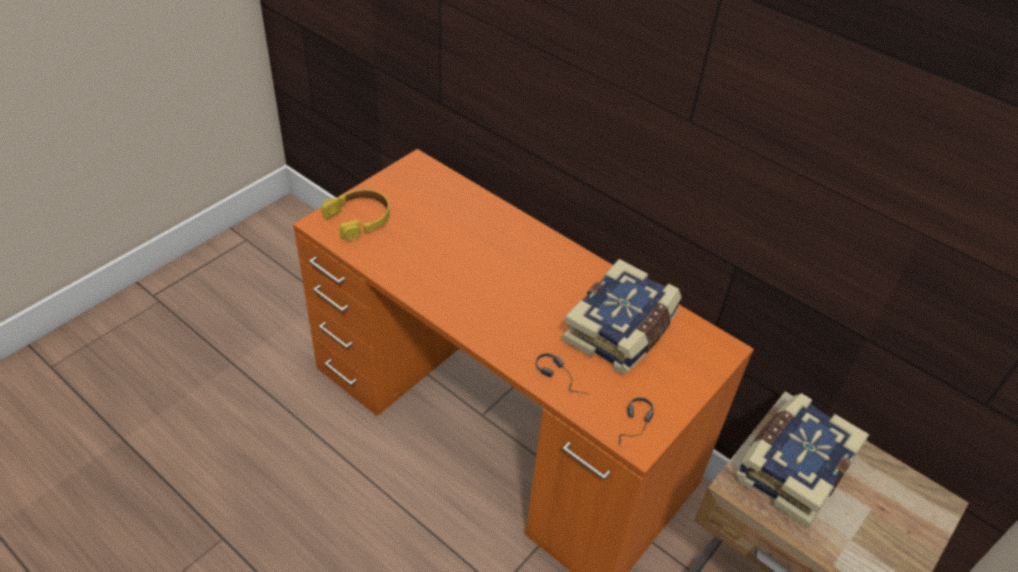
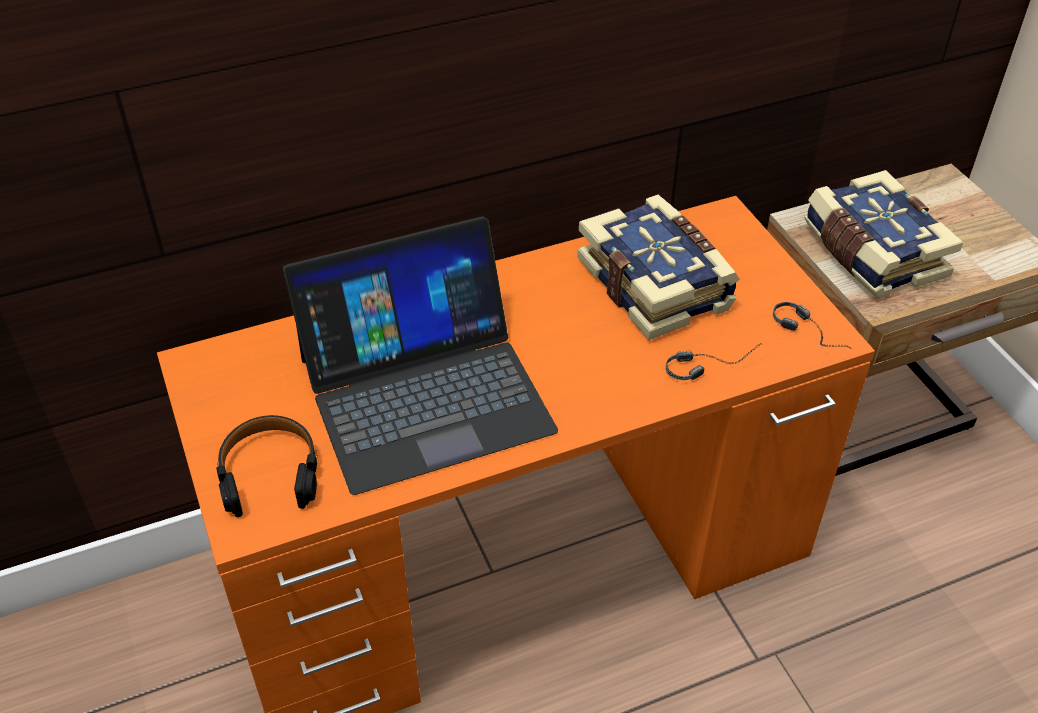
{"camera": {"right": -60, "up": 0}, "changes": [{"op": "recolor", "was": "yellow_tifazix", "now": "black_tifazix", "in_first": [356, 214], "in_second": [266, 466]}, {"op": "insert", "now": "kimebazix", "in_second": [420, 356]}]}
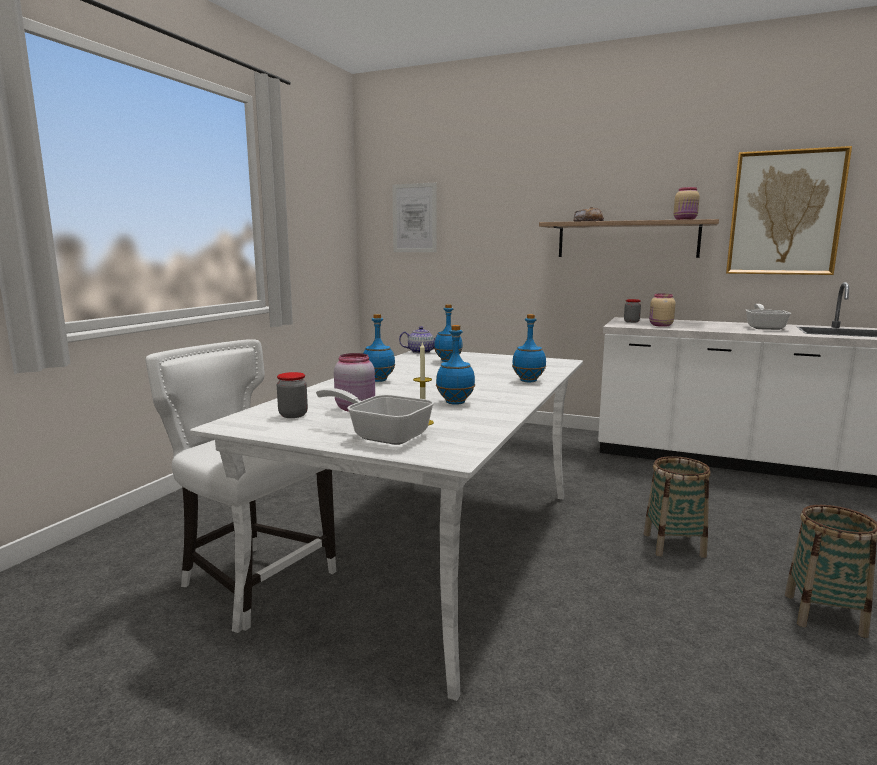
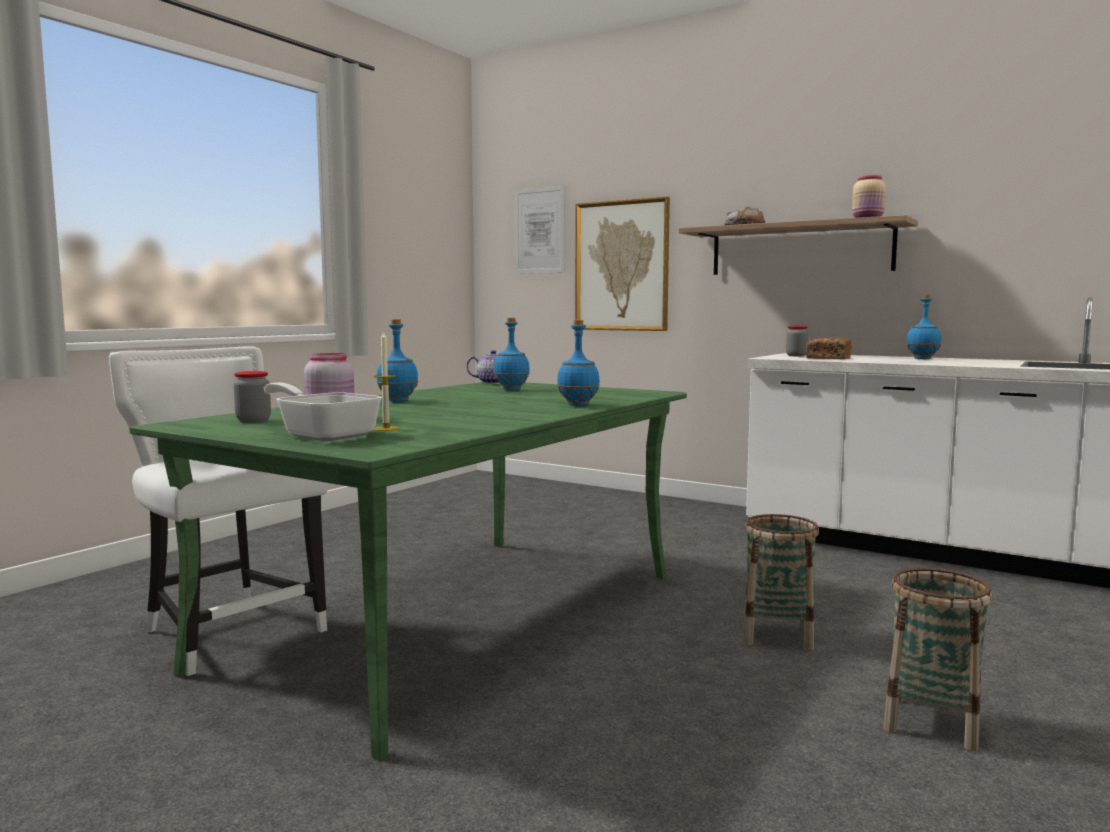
{"camera": {"right": 10, "up": -5}, "changes": [{"op": "recolor", "was": "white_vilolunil", "now": "green_vilolunil", "in_first": [386, 525], "in_second": [408, 571]}, {"op": "move", "was": "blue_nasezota", "in_first": [455, 365], "in_second": [923, 326]}, {"op": "replace", "was": "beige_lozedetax", "now": "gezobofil", "in_first": [662, 310], "in_second": [829, 348]}, {"op": "move", "was": "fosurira", "in_first": [789, 210], "in_second": [622, 263]}, {"op": "delete", "was": "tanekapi", "in_first": [768, 317]}]}
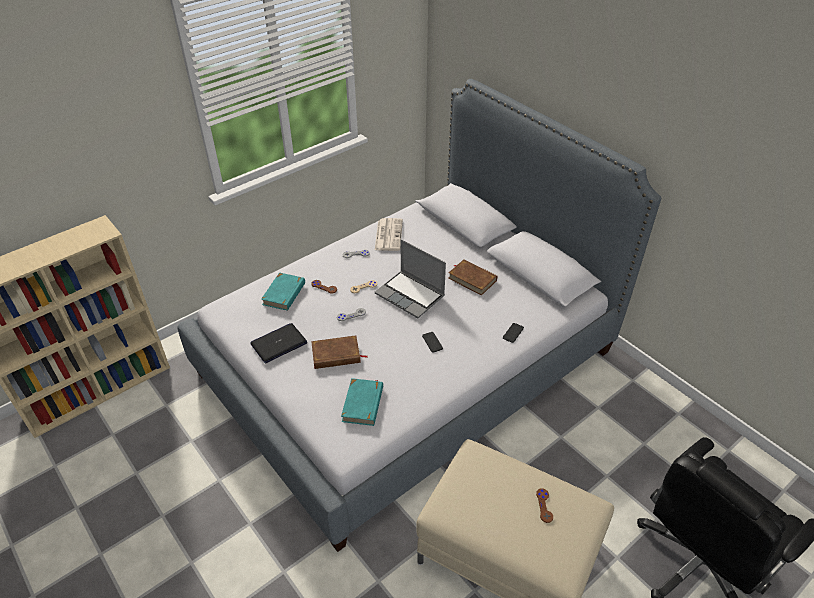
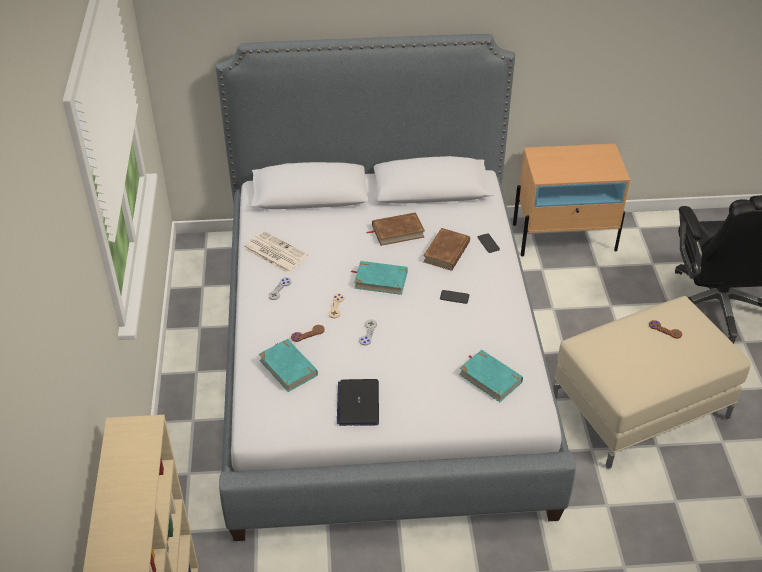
{"camera": {"right": -55, "up": 0}, "changes": [{"op": "move", "was": "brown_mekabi", "in_first": [339, 352], "in_second": [446, 249]}, {"op": "replace", "was": "kimebazix", "now": "turquoise_mekabi", "in_first": [410, 278], "in_second": [379, 278]}, {"op": "insert", "now": "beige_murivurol", "in_second": [571, 200]}]}
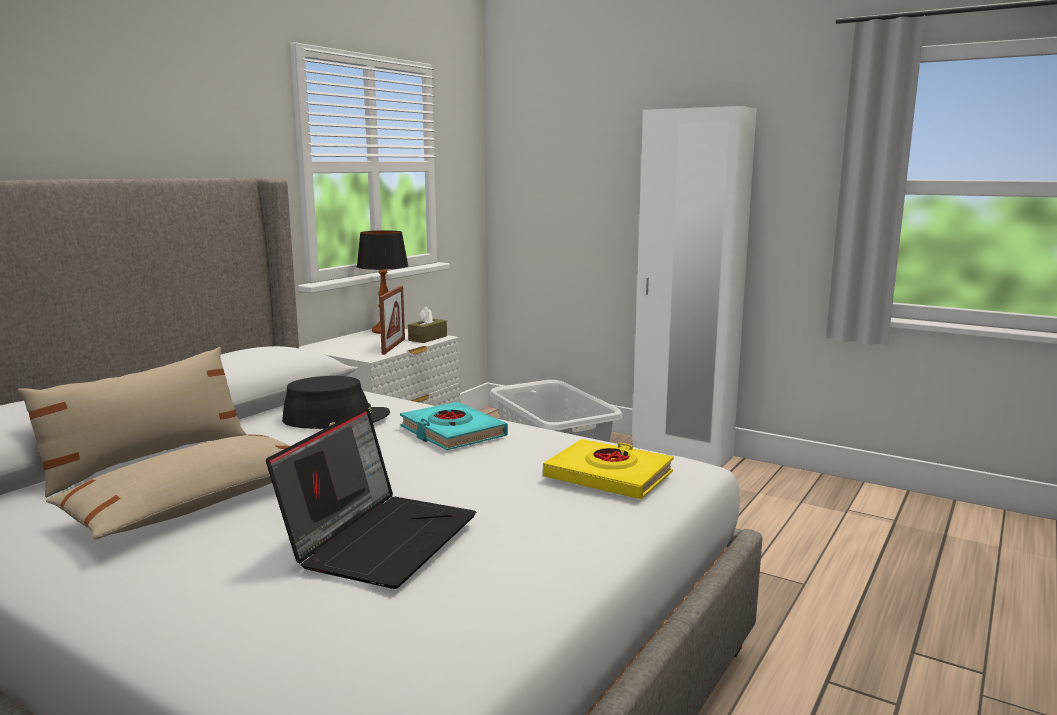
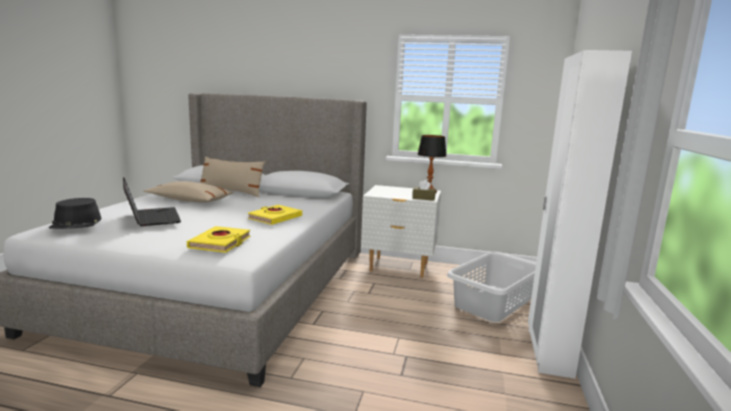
{"camera": {"right": 70, "up": 0}, "changes": [{"op": "rotate", "was": "kimebazix", "in_first": [371, 498], "in_second": [152, 201], "clockwise": -120}, {"op": "move", "was": "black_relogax", "in_first": [336, 402], "in_second": [75, 213]}, {"op": "delete", "was": "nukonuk", "in_first": [392, 320]}, {"op": "recolor", "was": "turquoise_mekabi", "now": "yellow_mekabi", "in_first": [454, 426], "in_second": [275, 215]}]}
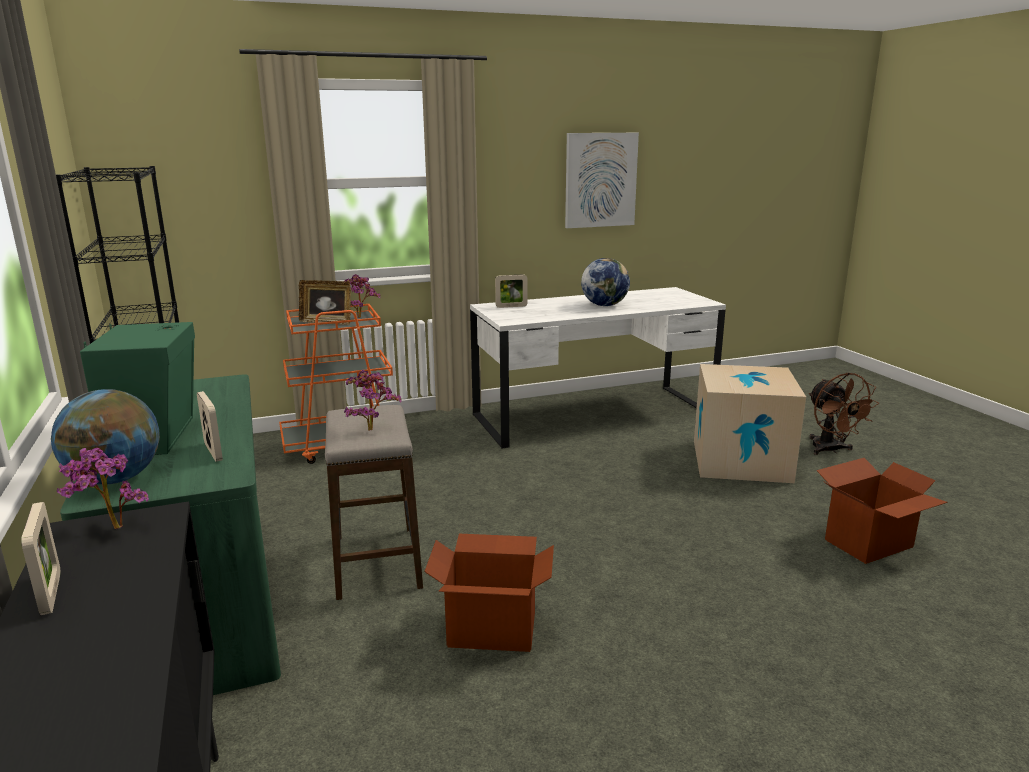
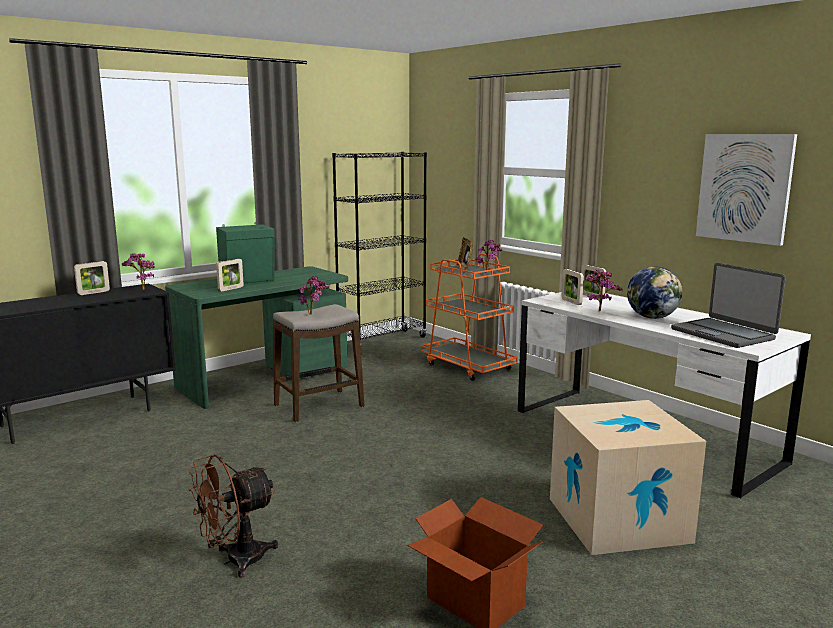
{"camera": {"right": 70, "up": -5}, "changes": [{"op": "delete", "was": "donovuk", "in_first": [105, 436]}, {"op": "delete", "was": "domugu", "in_first": [489, 593]}, {"op": "move", "was": "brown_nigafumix", "in_first": [844, 413], "in_second": [233, 516]}, {"op": "insert", "now": "nukonuk", "in_second": [572, 287]}, {"op": "insert", "now": "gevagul", "in_second": [604, 290]}, {"op": "insert", "now": "kimebazix", "in_second": [728, 305]}]}
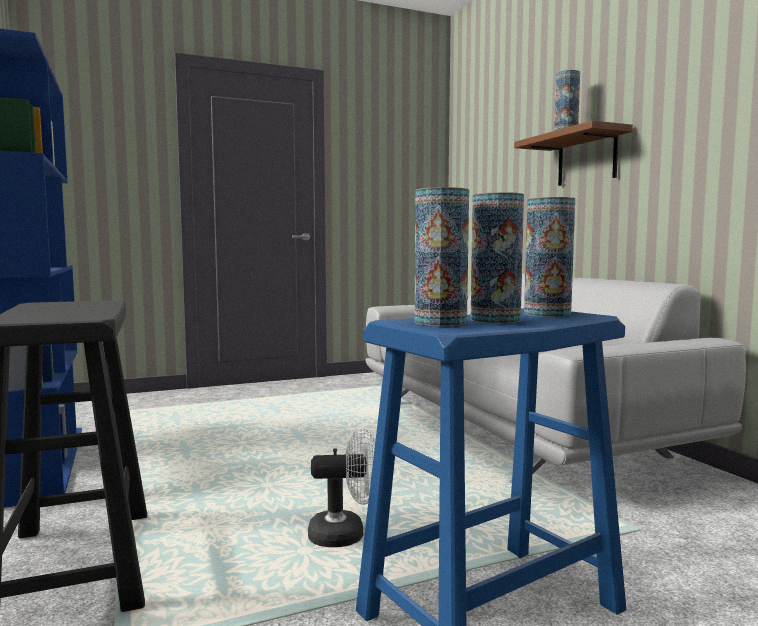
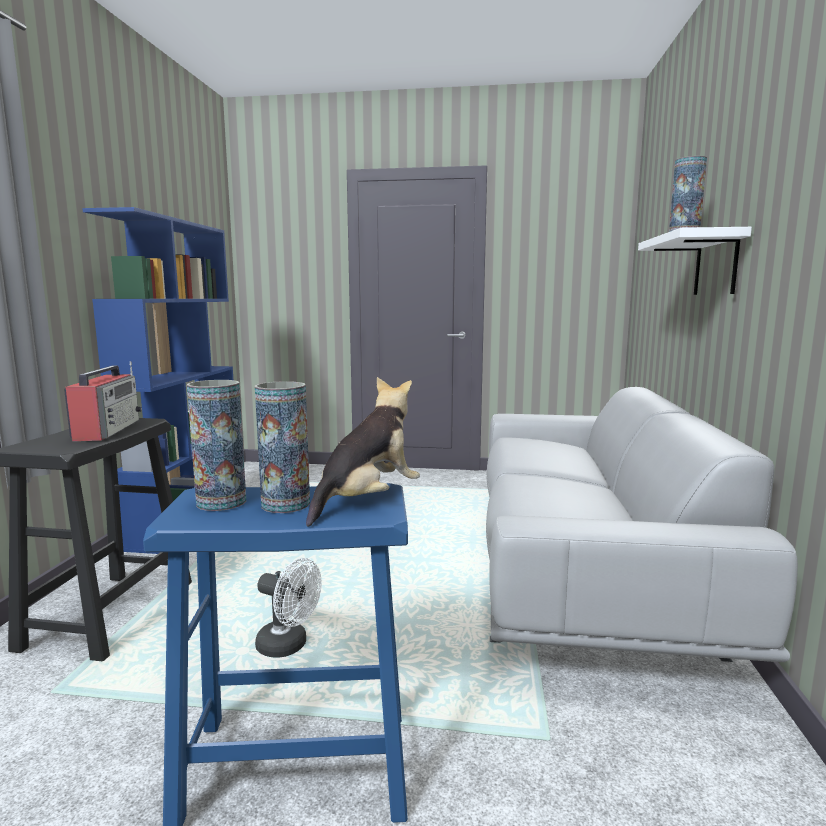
{"camera": {"right": 30, "up": 5}, "changes": [{"op": "recolor", "was": "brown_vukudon", "now": "white_vukudon", "in_first": [573, 153], "in_second": [695, 261]}, {"op": "replace", "was": "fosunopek", "now": "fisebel", "in_first": [549, 257], "in_second": [363, 452]}, {"op": "insert", "now": "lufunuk", "in_second": [103, 401]}]}
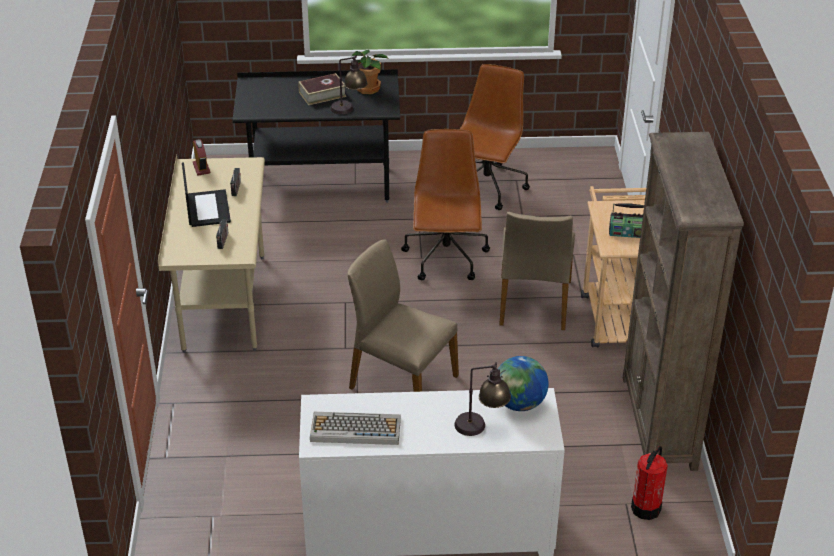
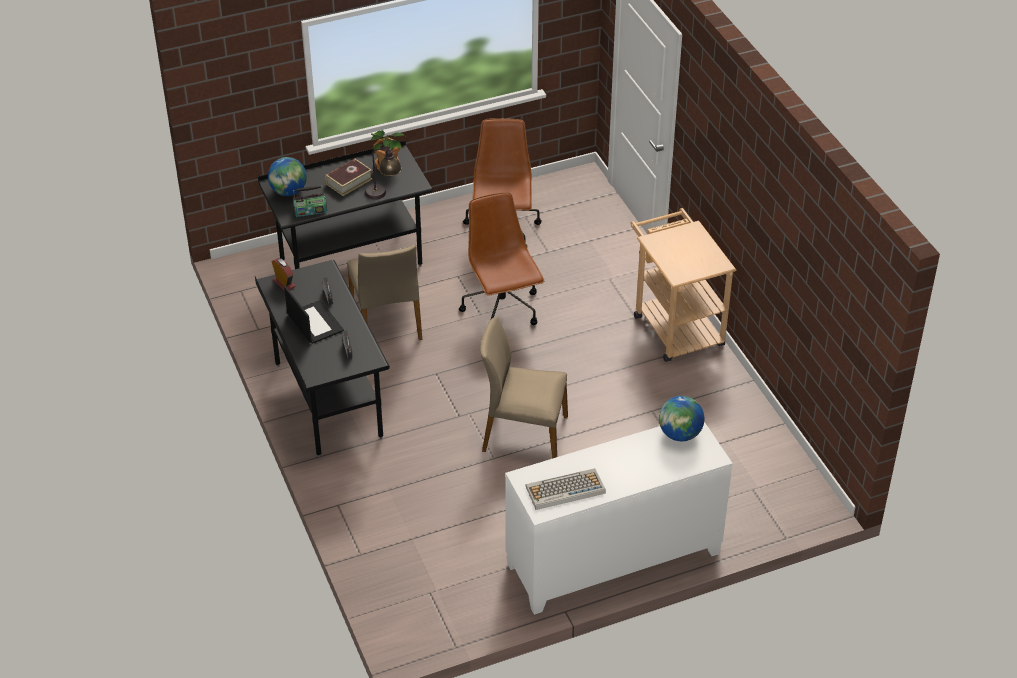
{"camera": {"right": -20, "up": 5}, "changes": [{"op": "recolor", "was": "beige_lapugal", "now": "black_lapugal", "in_first": [211, 253], "in_second": [322, 358]}, {"op": "delete", "was": "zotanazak", "in_first": [482, 399]}, {"op": "move", "was": "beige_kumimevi", "in_first": [537, 271], "in_second": [384, 292]}, {"op": "move", "was": "lufunuk", "in_first": [626, 220], "in_second": [310, 201]}, {"op": "delete", "was": "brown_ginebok", "in_first": [683, 301]}, {"op": "delete", "was": "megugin", "in_first": [649, 483]}, {"op": "insert", "now": "donovuk", "in_second": [287, 176]}]}
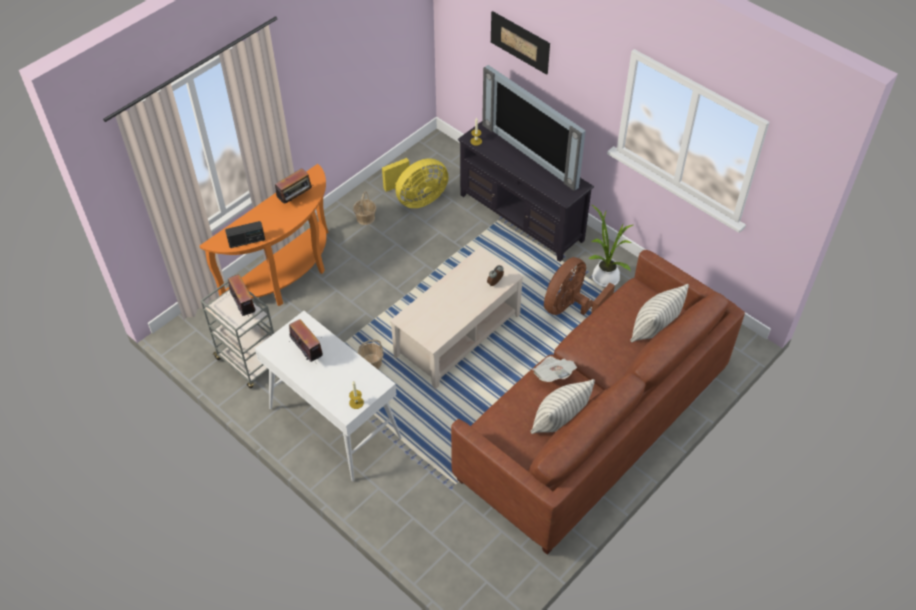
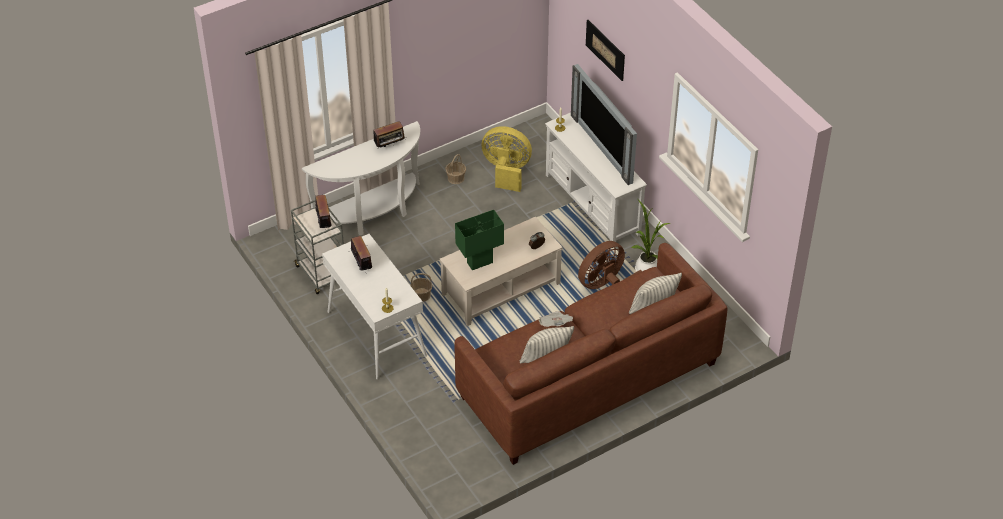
{"camera": {"right": 15, "up": -5}, "changes": [{"op": "recolor", "was": "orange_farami", "now": "white_farami", "in_first": [264, 235], "in_second": [361, 178]}, {"op": "delete", "was": "lufunuk", "in_first": [245, 234]}, {"op": "rotate", "was": "yellow_nigafumix", "in_first": [415, 183], "in_second": [506, 159], "clockwise": -150}, {"op": "recolor", "was": "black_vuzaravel", "now": "white_vuzaravel", "in_first": [526, 191], "in_second": [596, 180]}, {"op": "insert", "now": "green_zotanazak", "in_second": [479, 240]}]}
